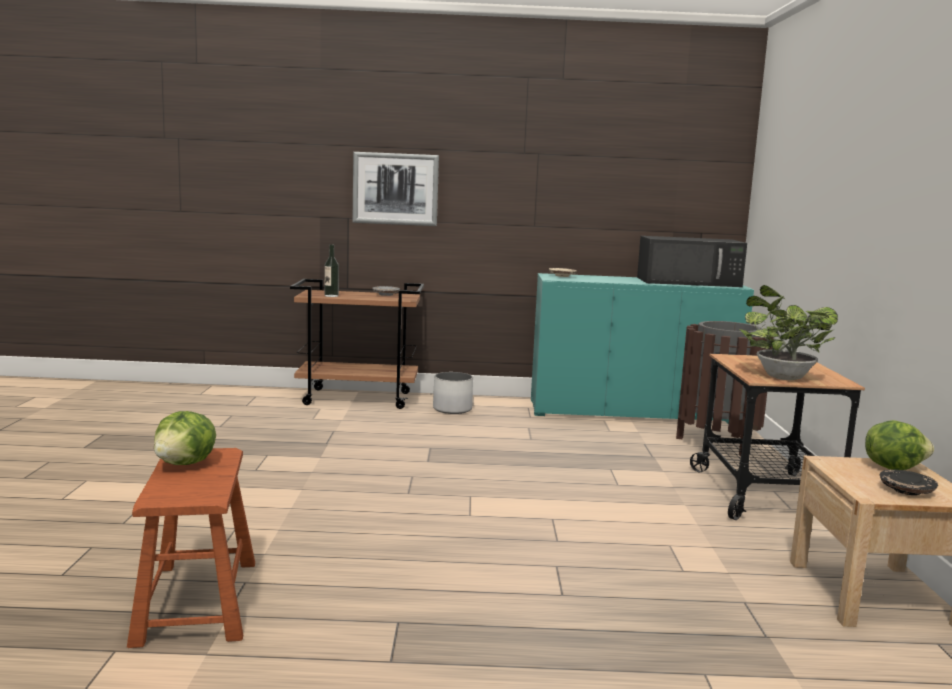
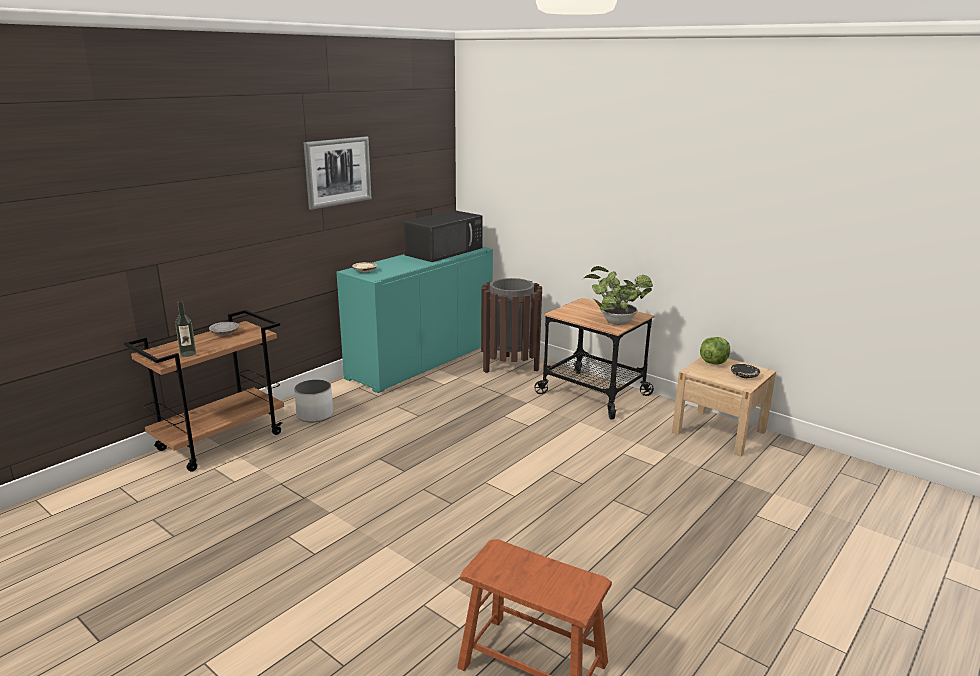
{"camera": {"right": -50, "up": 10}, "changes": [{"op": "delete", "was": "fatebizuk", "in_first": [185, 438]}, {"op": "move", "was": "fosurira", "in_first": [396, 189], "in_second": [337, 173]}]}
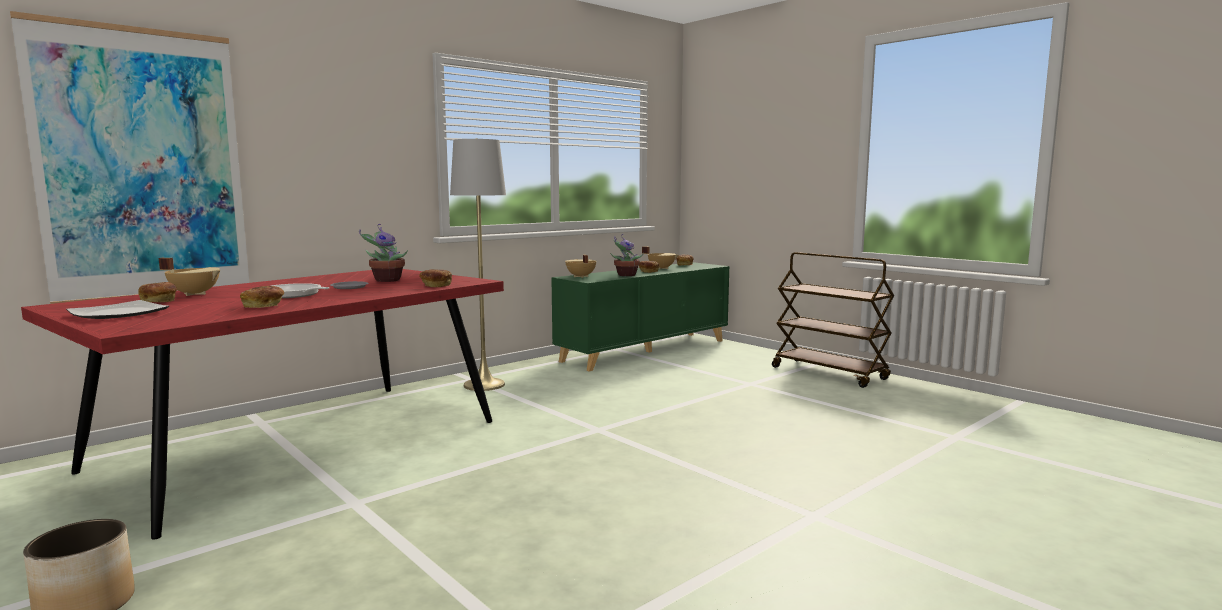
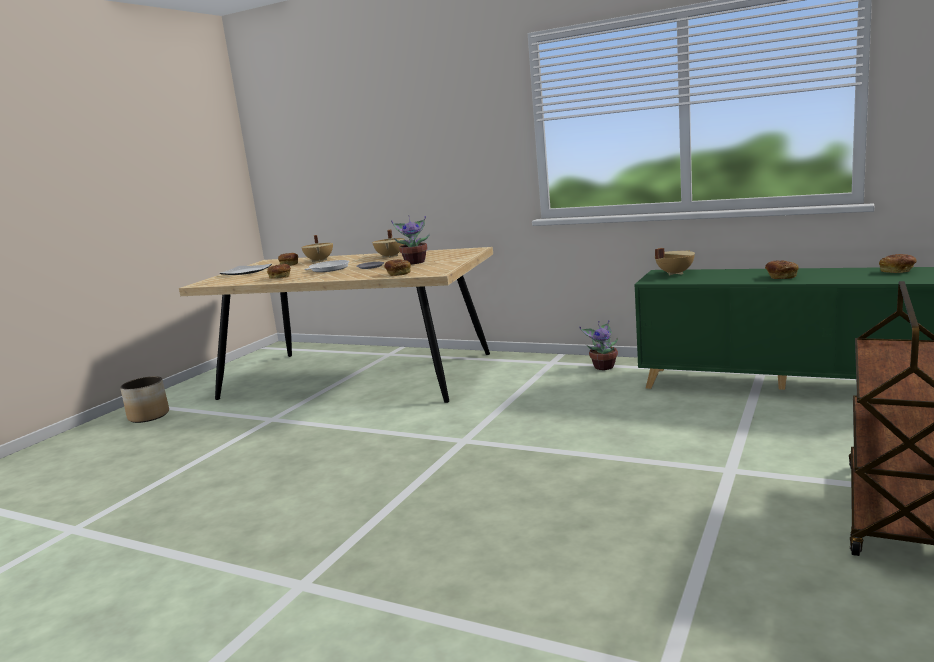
{"camera": {"right": 70, "up": 5}, "changes": [{"op": "delete", "was": "fosurira", "in_first": [129, 157]}, {"op": "recolor", "was": "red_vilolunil", "now": "beige_vilolunil", "in_first": [262, 404], "in_second": [336, 325]}, {"op": "delete", "was": "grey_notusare", "in_first": [478, 264]}, {"op": "move", "was": "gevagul", "in_first": [627, 255], "in_second": [598, 345]}, {"op": "move", "was": "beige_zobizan", "in_first": [660, 257], "in_second": [388, 244]}]}
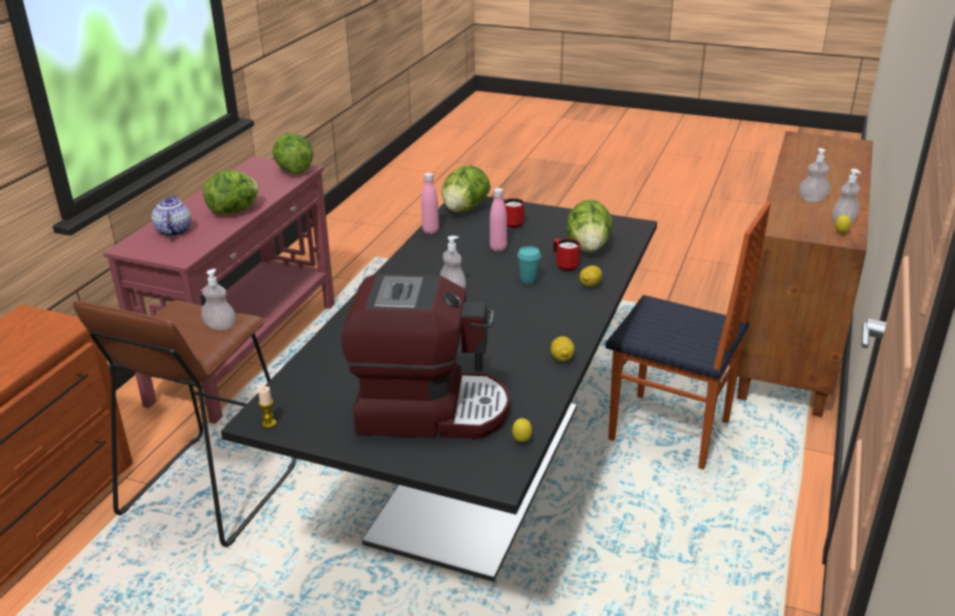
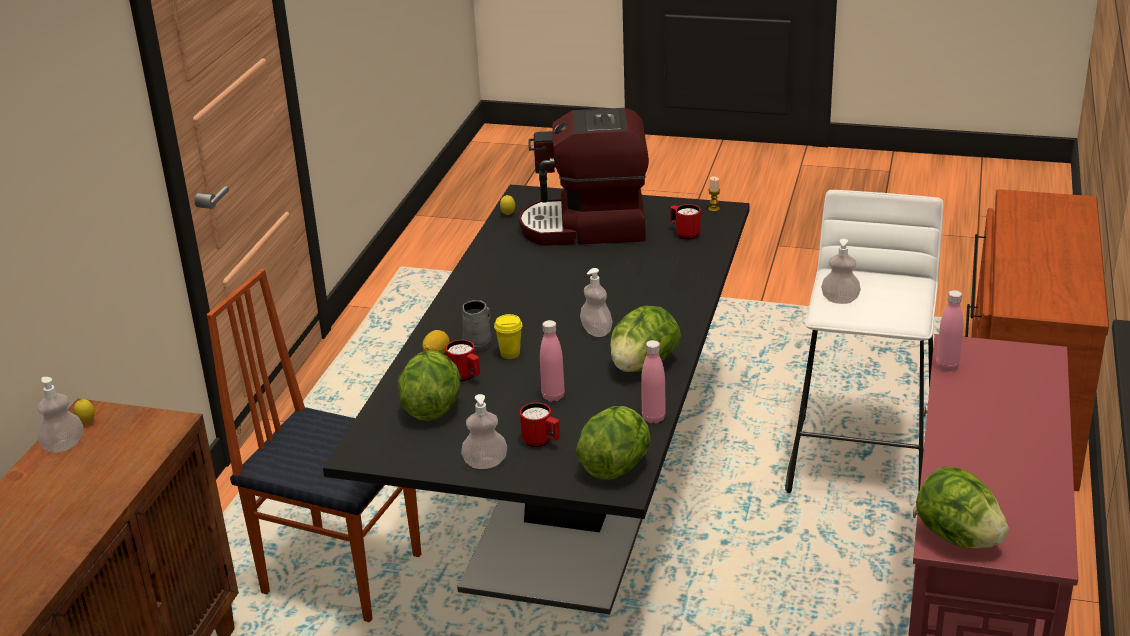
{"camera": {"right": 175, "up": 0}, "changes": [{"op": "recolor", "was": "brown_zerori", "now": "white_zerori", "in_first": [184, 423], "in_second": [864, 341]}, {"op": "delete", "was": "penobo", "in_first": [171, 215]}, {"op": "move", "was": "fatebizuk", "in_first": [231, 192], "in_second": [645, 339]}, {"op": "recolor", "was": "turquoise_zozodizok", "now": "yellow_zozodizok", "in_first": [529, 265], "in_second": [508, 336]}, {"op": "delete", "was": "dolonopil", "in_first": [563, 348]}, {"op": "move", "was": "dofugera", "in_first": [814, 175], "in_second": [484, 431]}, {"op": "insert", "now": "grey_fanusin", "in_second": [476, 326]}, {"op": "insert", "now": "red_fanusin", "in_second": [686, 222]}, {"op": "insert", "now": "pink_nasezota", "in_second": [949, 331]}]}
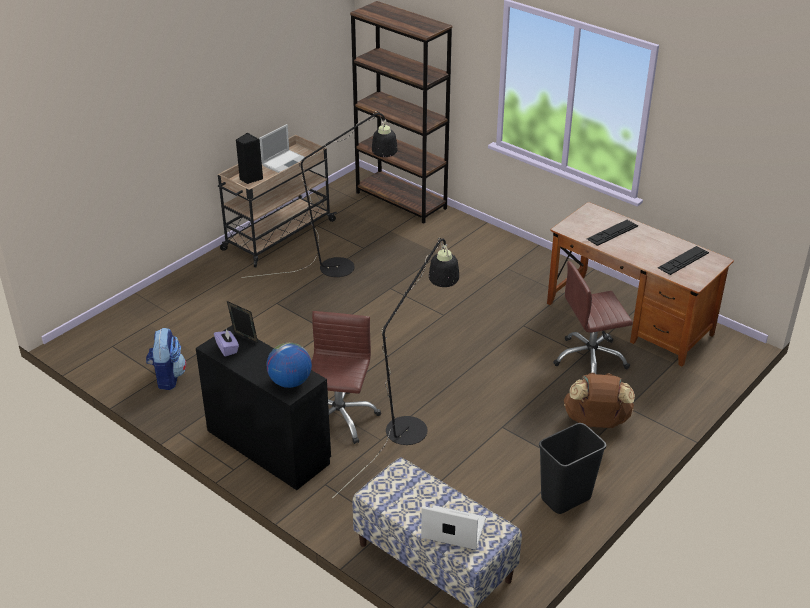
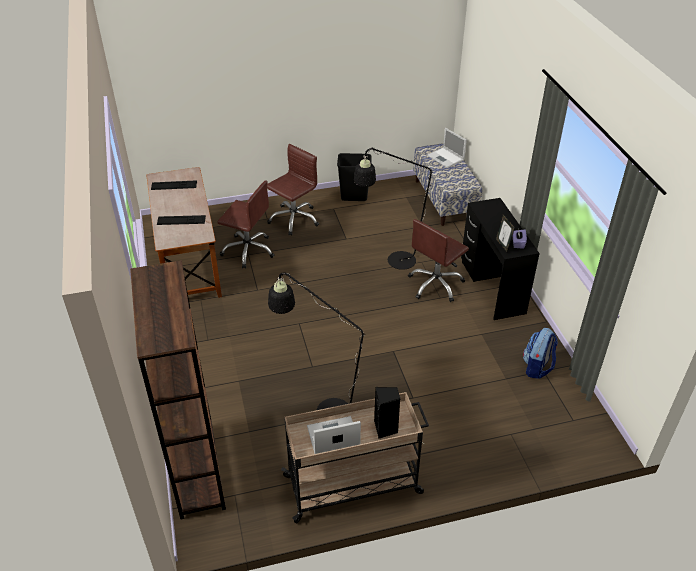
{"camera": {"right": -145, "up": 5}, "changes": [{"op": "delete", "was": "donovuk", "in_first": [289, 365]}, {"op": "replace", "was": "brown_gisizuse", "now": "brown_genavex", "in_first": [599, 400], "in_second": [293, 190]}]}
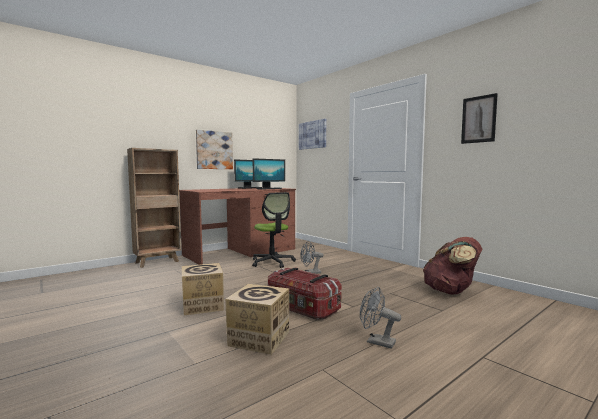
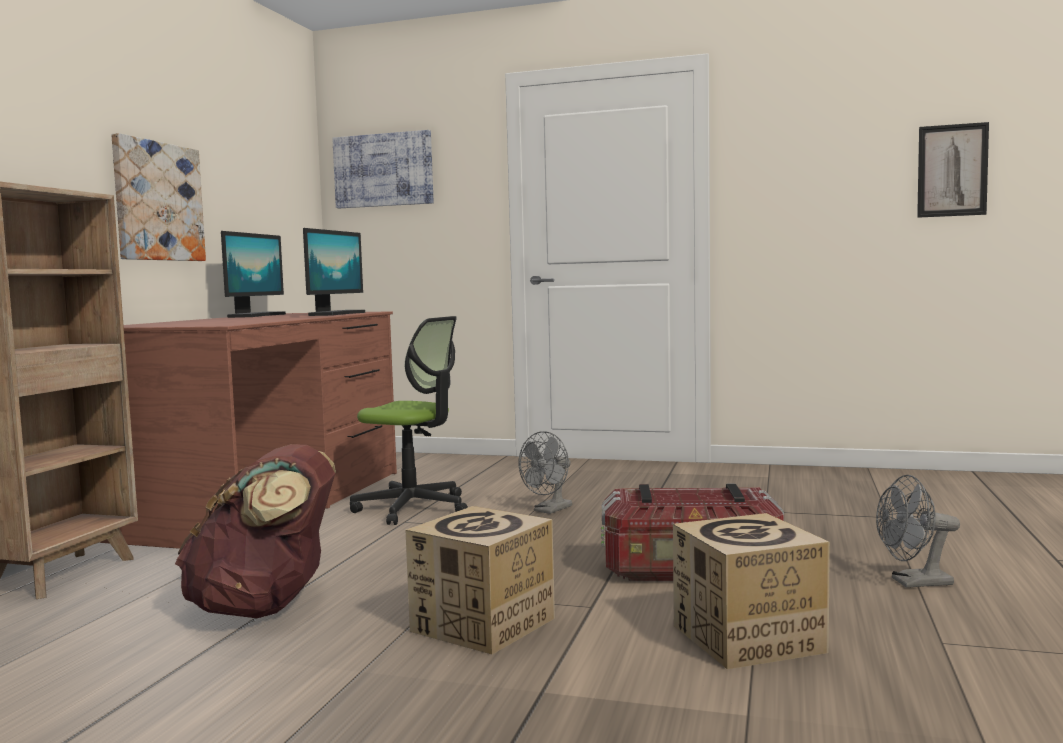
{"camera": {"right": -35, "up": 0}, "changes": [{"op": "move", "was": "brown_gisizuse", "in_first": [452, 265], "in_second": [255, 531]}, {"op": "move", "was": "fosurira", "in_first": [479, 118], "in_second": [953, 170]}]}
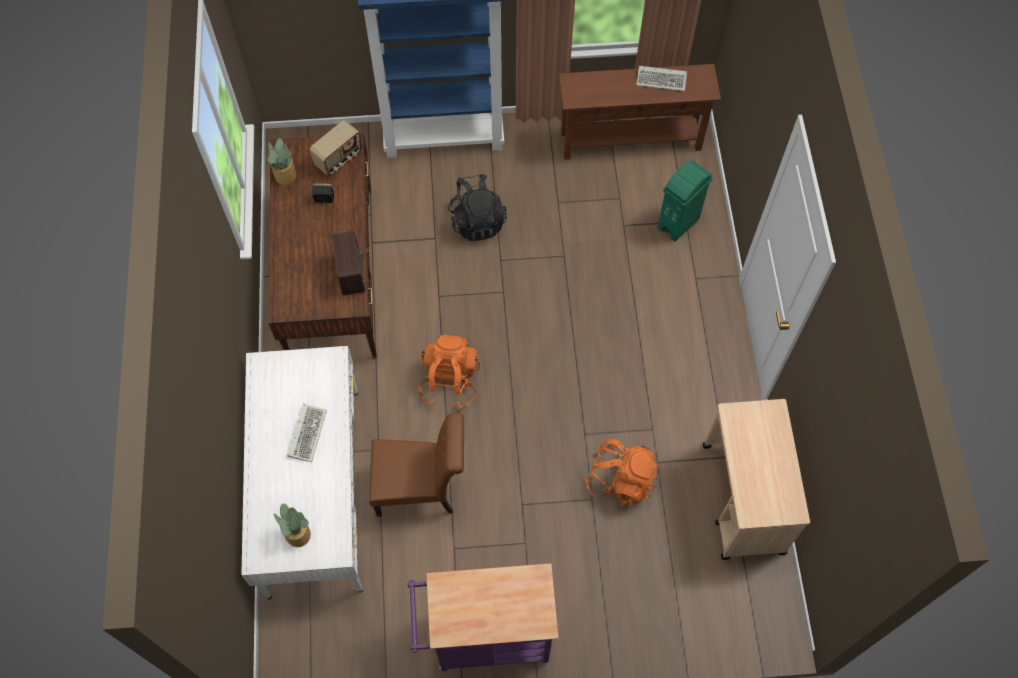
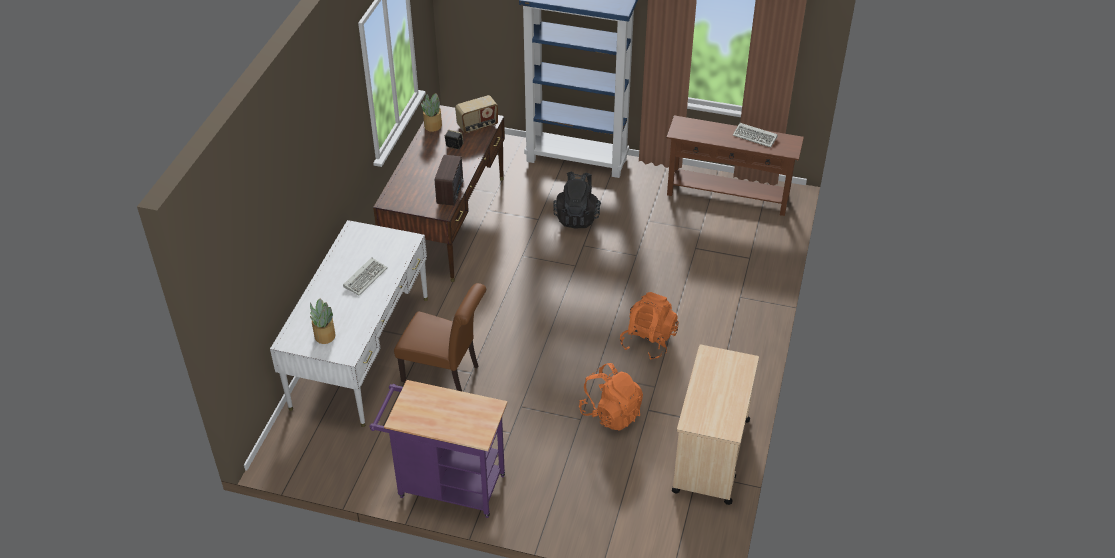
{"camera": {"right": 20, "up": -20}, "changes": [{"op": "move", "was": "orange_gisizuse", "in_first": [449, 371], "in_second": [649, 326]}, {"op": "delete", "was": "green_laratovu", "in_first": [685, 201]}]}
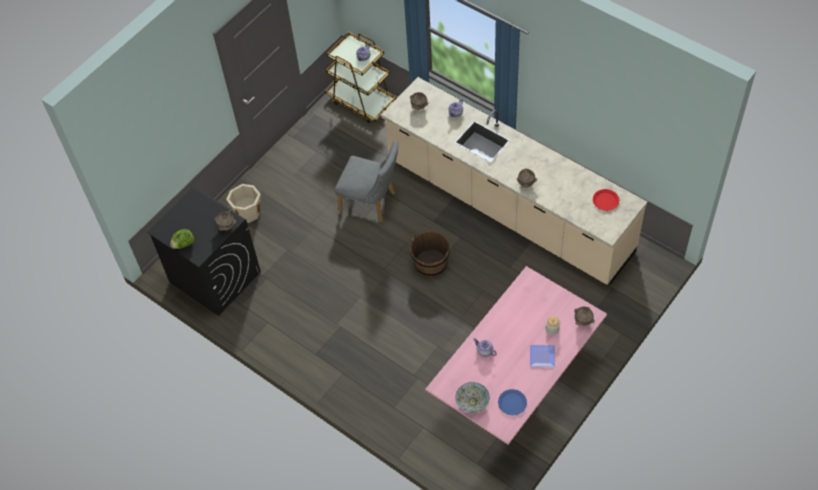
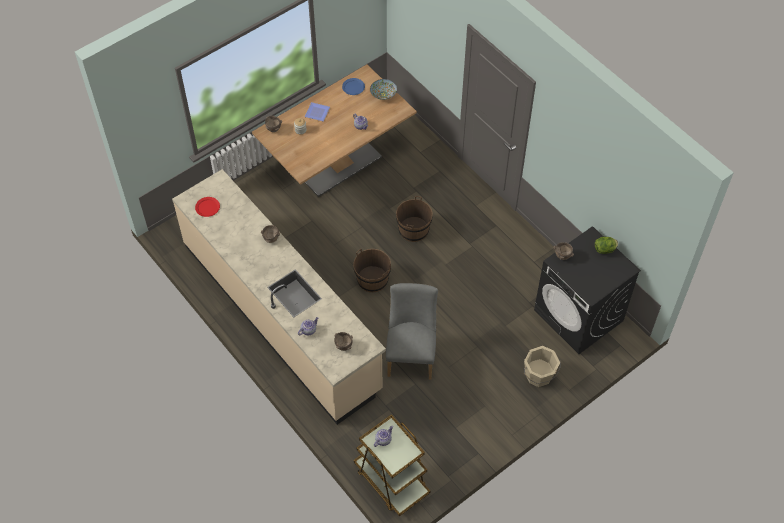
{"camera": {"right": -170, "up": 0}, "changes": [{"op": "rotate", "was": "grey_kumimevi", "in_first": [367, 181], "in_second": [412, 331], "clockwise": 60}, {"op": "recolor", "was": "pink_vilolunil", "now": "brown_vilolunil", "in_first": [516, 355], "in_second": [334, 130]}, {"op": "insert", "now": "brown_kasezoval", "in_second": [414, 219]}]}
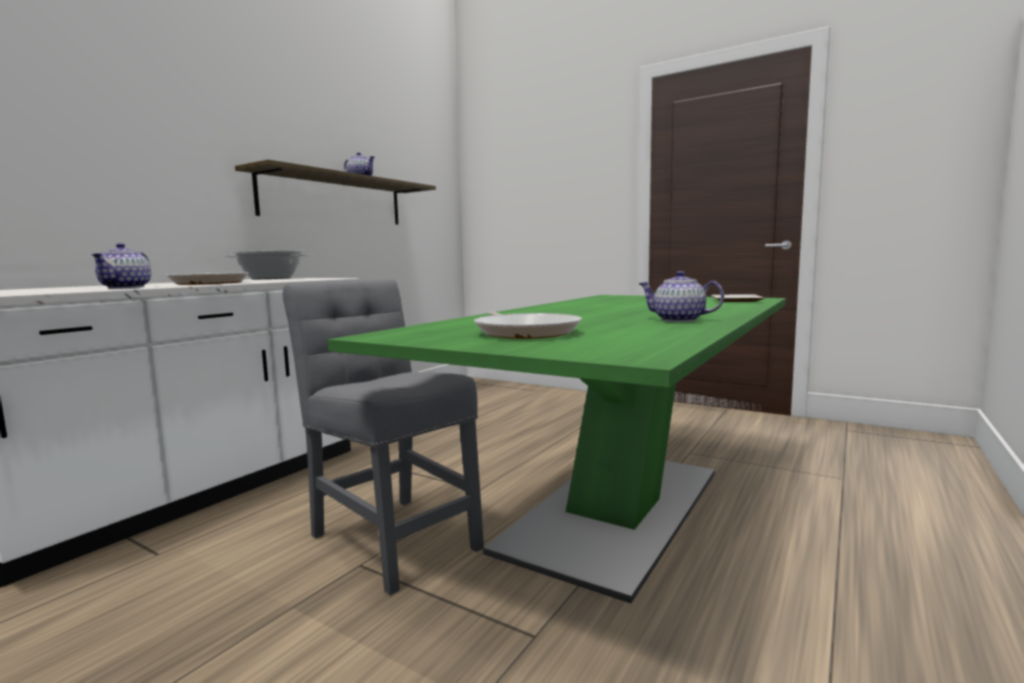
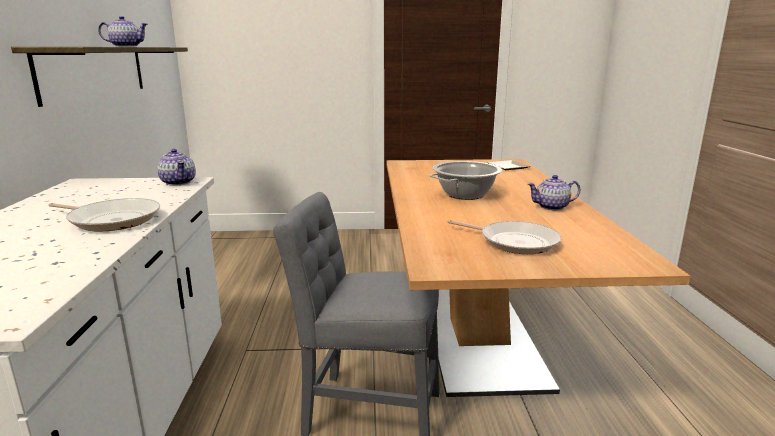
{"camera": {"right": -35, "up": 10}, "changes": [{"op": "move", "was": "penobo", "in_first": [121, 266], "in_second": [176, 167]}, {"op": "move", "was": "zobizan", "in_first": [268, 264], "in_second": [466, 180]}, {"op": "recolor", "was": "green_vilolunil", "now": "beige_vilolunil", "in_first": [557, 449], "in_second": [538, 278]}]}
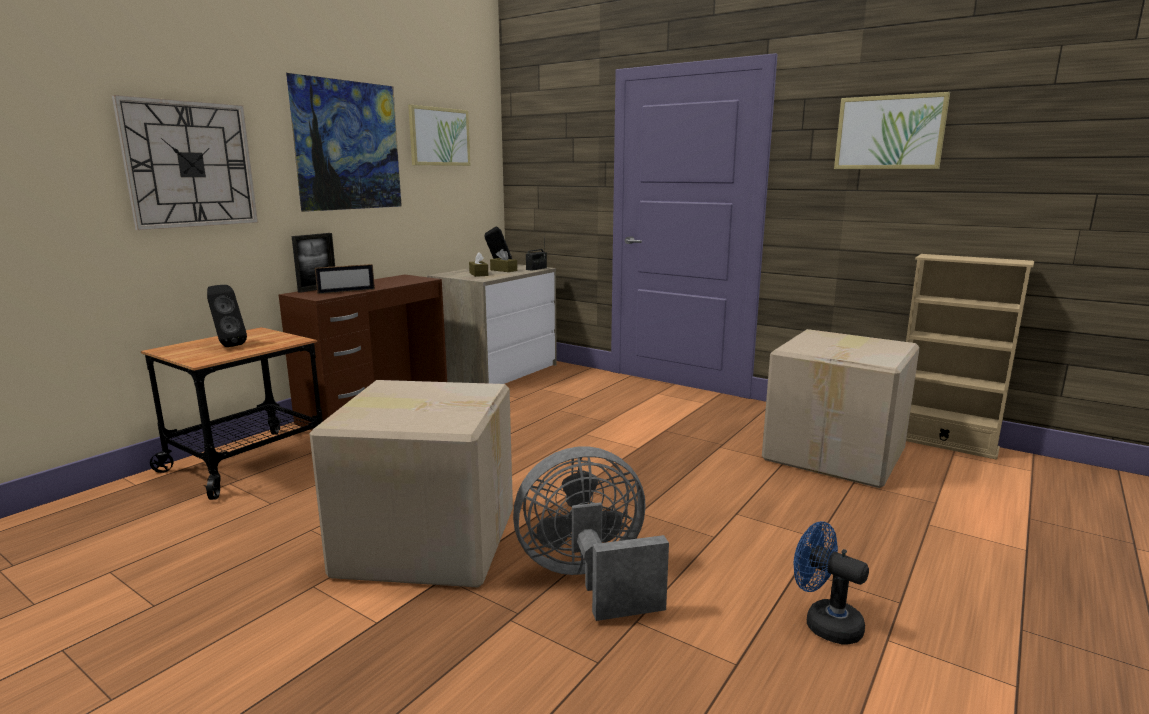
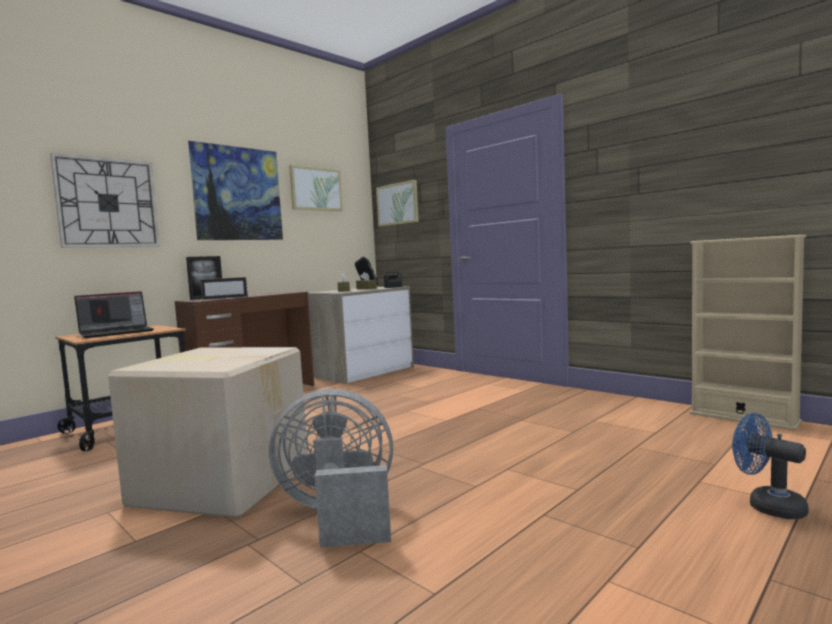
{"camera": {"right": 10, "up": -10}, "changes": [{"op": "replace", "was": "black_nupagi", "now": "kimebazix", "in_first": [227, 316], "in_second": [114, 314]}, {"op": "delete", "was": "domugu", "in_first": [841, 408]}, {"op": "move", "was": "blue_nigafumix", "in_first": [831, 583], "in_second": [770, 466]}, {"op": "move", "was": "fosurira", "in_first": [892, 130], "in_second": [397, 203]}]}
